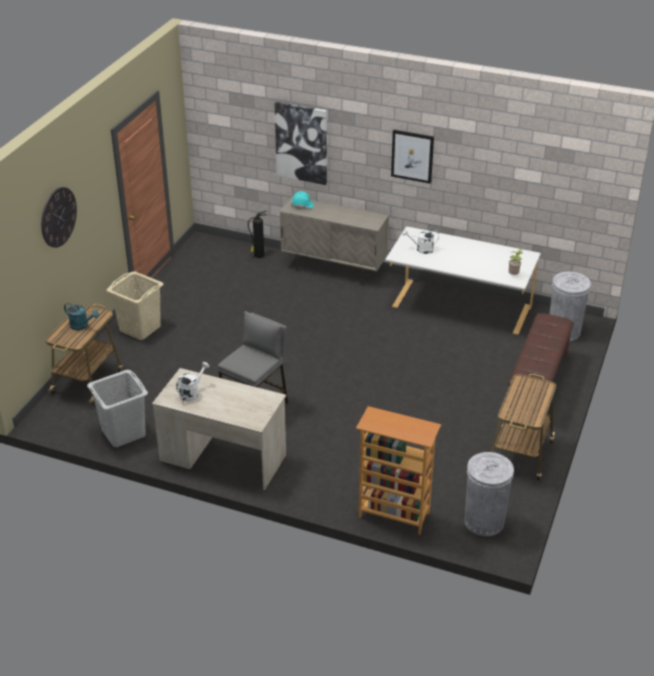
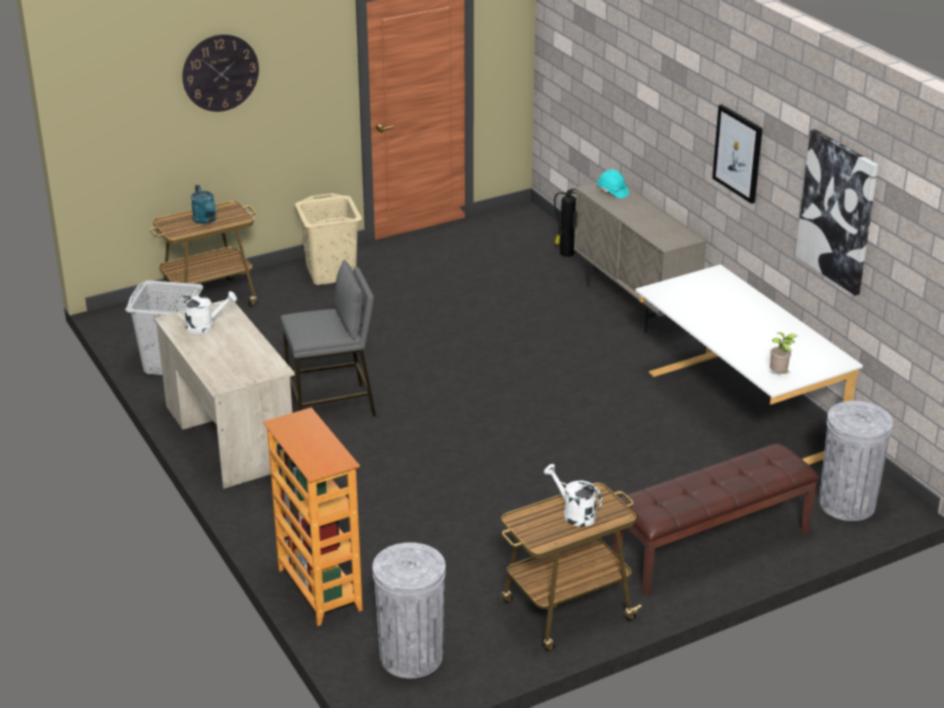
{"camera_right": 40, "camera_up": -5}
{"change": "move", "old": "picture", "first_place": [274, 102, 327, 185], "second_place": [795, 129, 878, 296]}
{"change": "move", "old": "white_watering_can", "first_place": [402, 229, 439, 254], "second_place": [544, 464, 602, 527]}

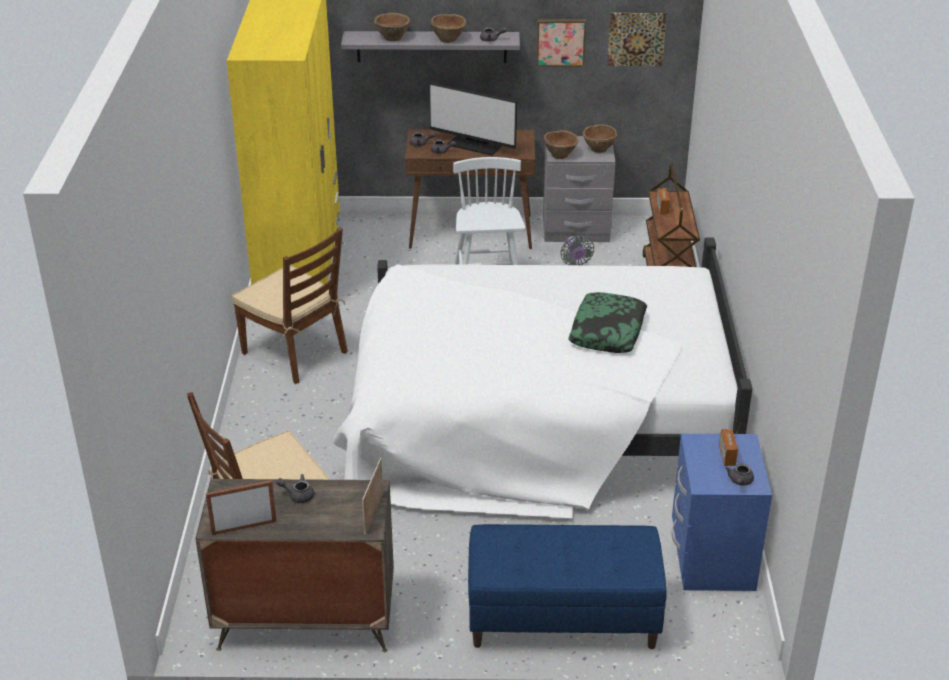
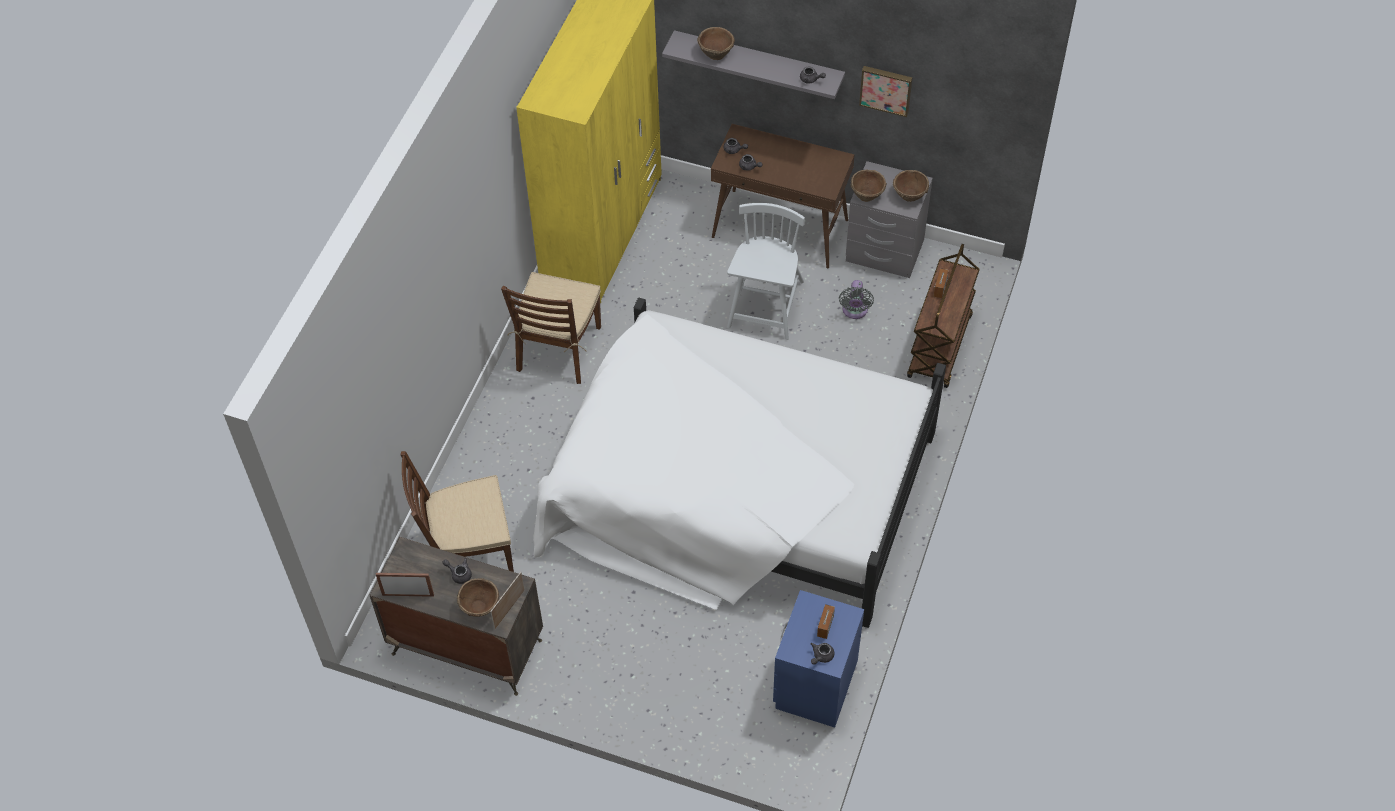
{"camera_right": 20, "camera_up": 20}
{"change": "rotate", "old": "brown_chair", "first_place": [232, 227, 348, 384], "second_place": [501, 272, 601, 384], "degrees": 45}
{"change": "delete", "old": "monitor", "first_place": [429, 83, 517, 156]}
{"change": "move", "old": "brown_bowl", "first_place": [430, 14, 467, 43], "second_place": [457, 578, 499, 617]}
{"change": "delete", "old": "blue_bench", "first_place": [468, 524, 667, 649]}
{"change": "delete", "old": "pillow", "first_place": [568, 292, 647, 353]}
{"change": "delete", "old": "picture", "first_place": [607, 13, 667, 66]}

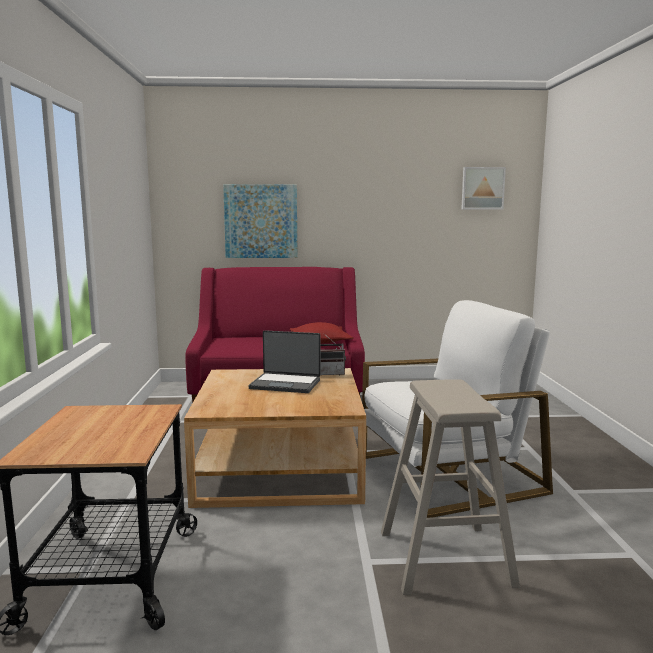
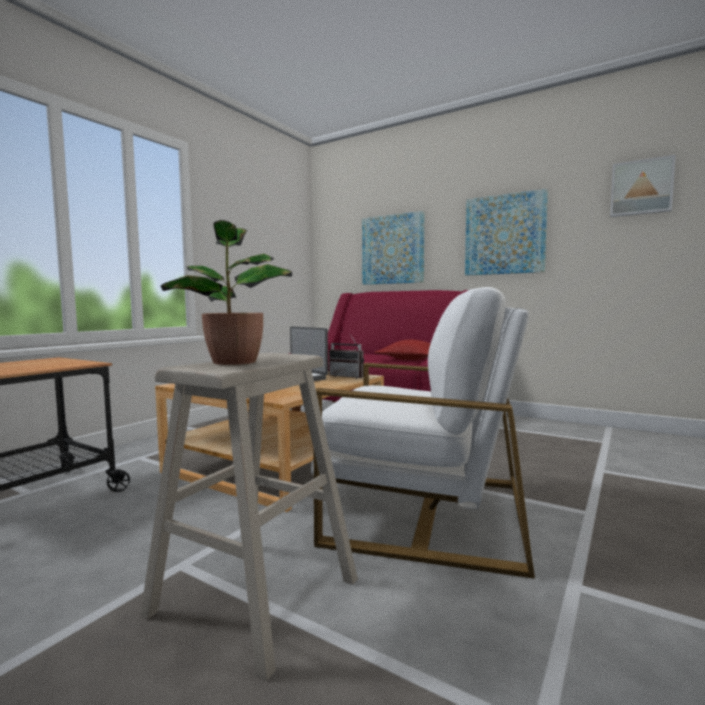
{"camera_right": 35, "camera_up": -5}
{"change": "insert", "new": "potted_plant", "second_place": [161, 220, 292, 365]}
{"change": "insert", "new": "picture", "second_place": [465, 189, 548, 276]}

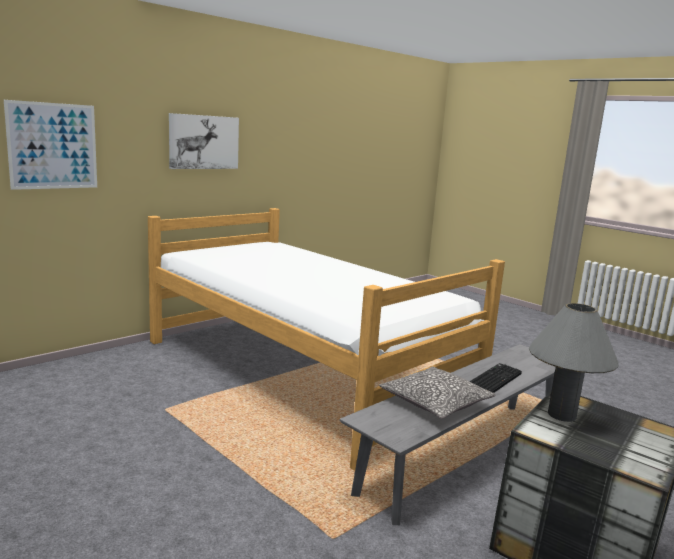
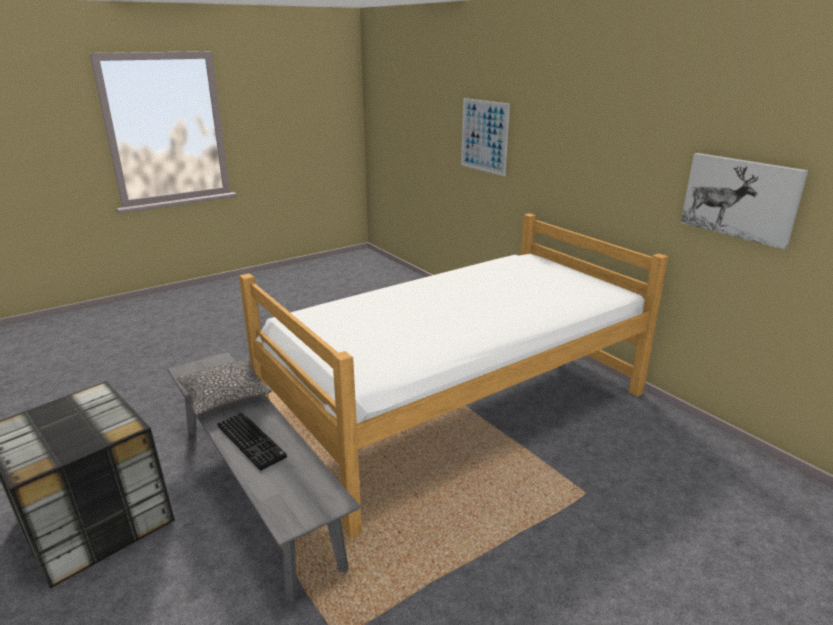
{"camera_right": 100, "camera_up": 10}
{"change": "move", "old": "picture", "first_place": [169, 113, 239, 169], "second_place": [681, 153, 808, 249]}
{"change": "delete", "old": "grey_table_lamp", "first_place": [529, 303, 618, 422]}

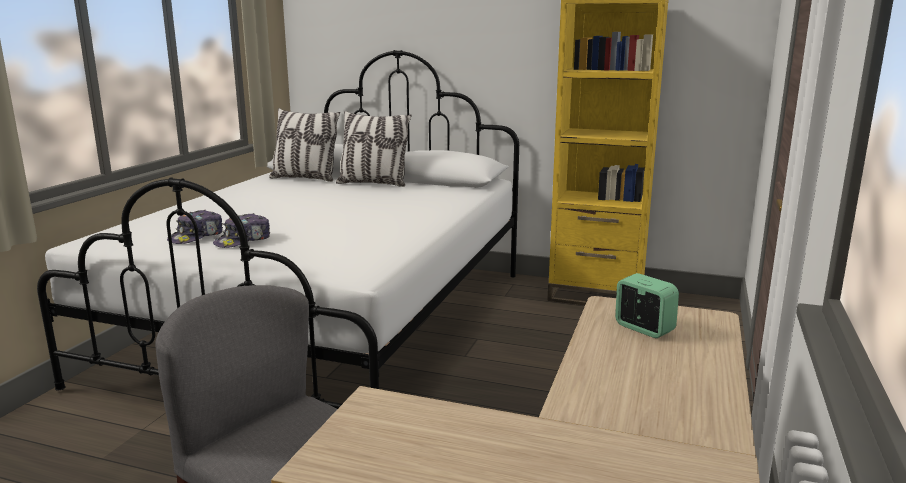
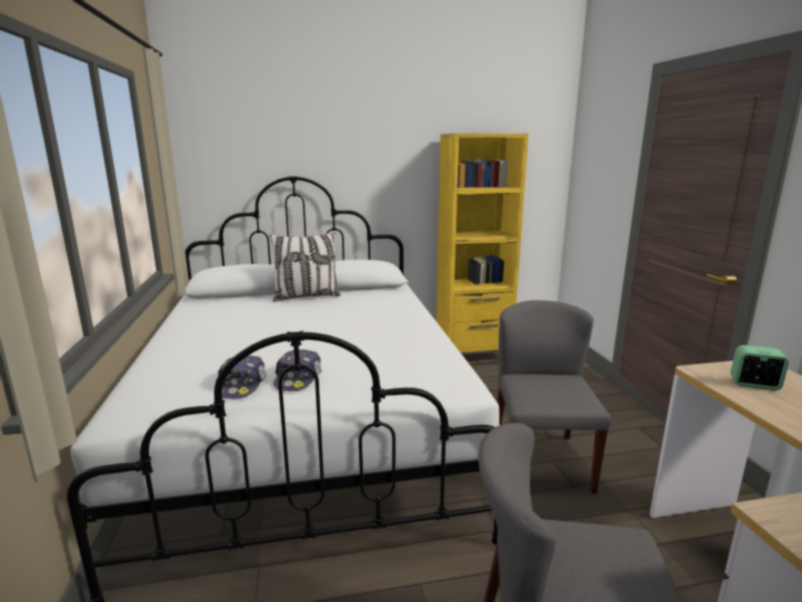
{"camera_right": -30, "camera_up": 0}
{"change": "delete", "old": "pillow", "first_place": [269, 108, 340, 182]}
{"change": "insert", "new": "grey_chair", "second_place": [497, 300, 611, 494]}

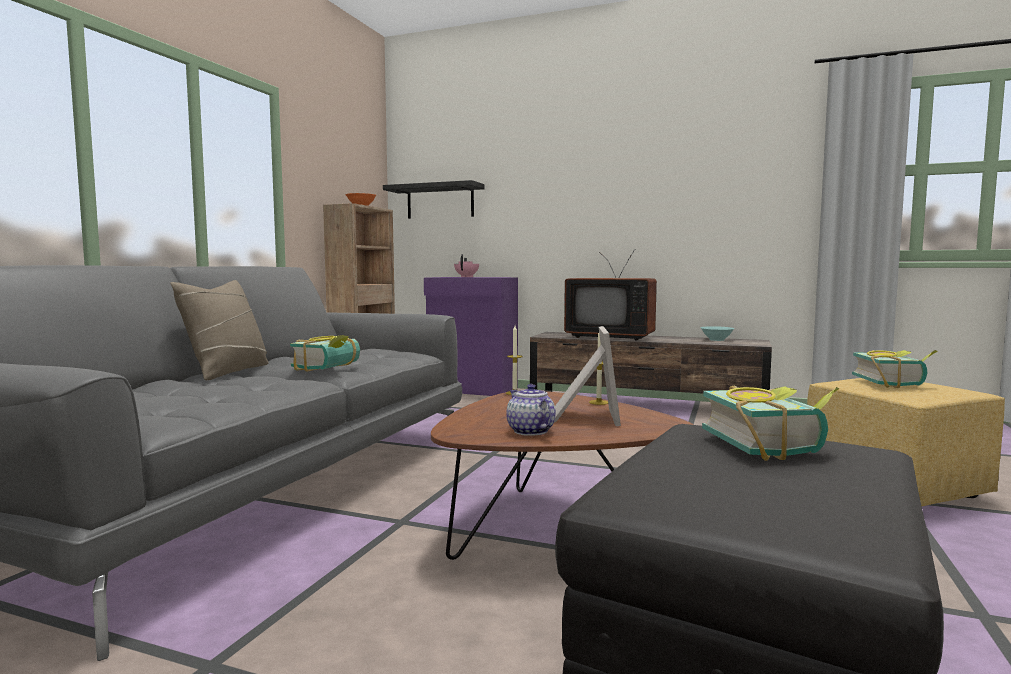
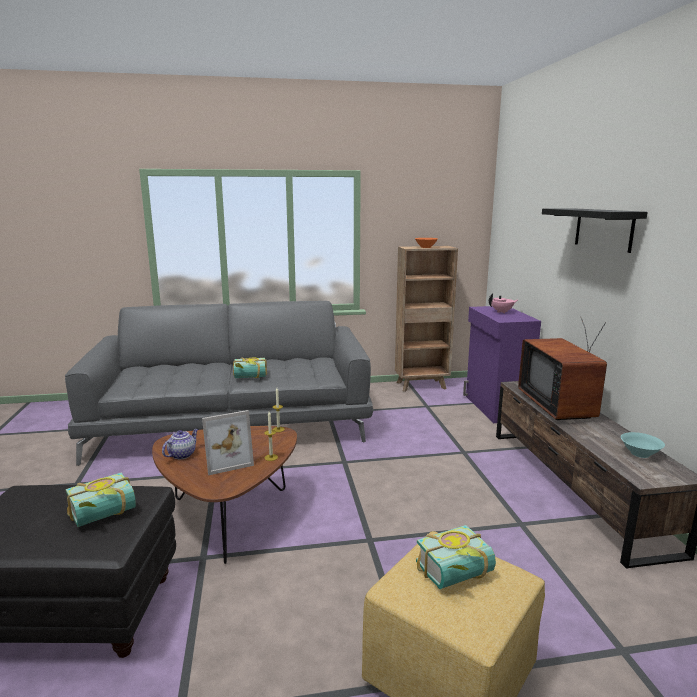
{"camera_right": 60, "camera_up": 10}
{"change": "delete", "old": "beige_pillow", "first_place": [170, 280, 268, 380]}
{"change": "move", "old": "black_shelf", "first_place": [383, 180, 485, 219], "second_place": [542, 208, 648, 253]}

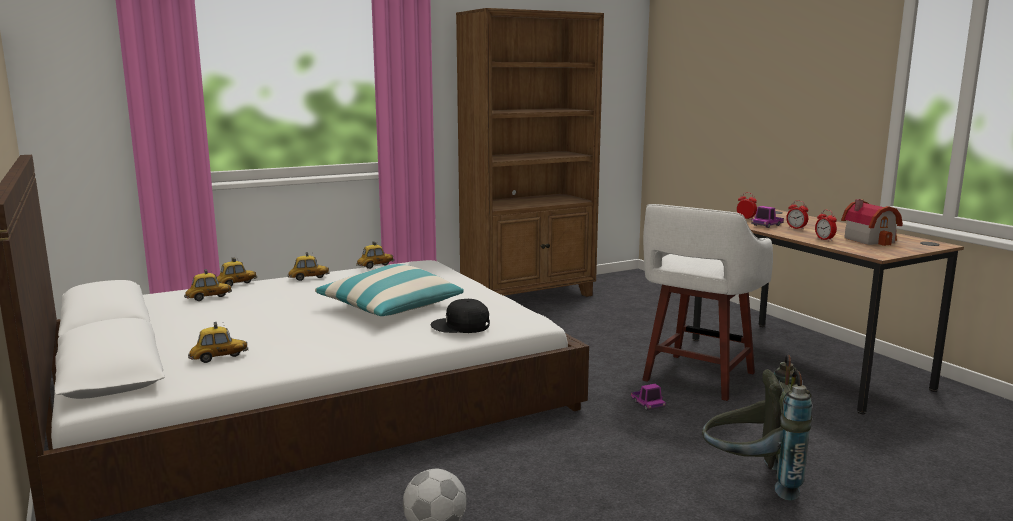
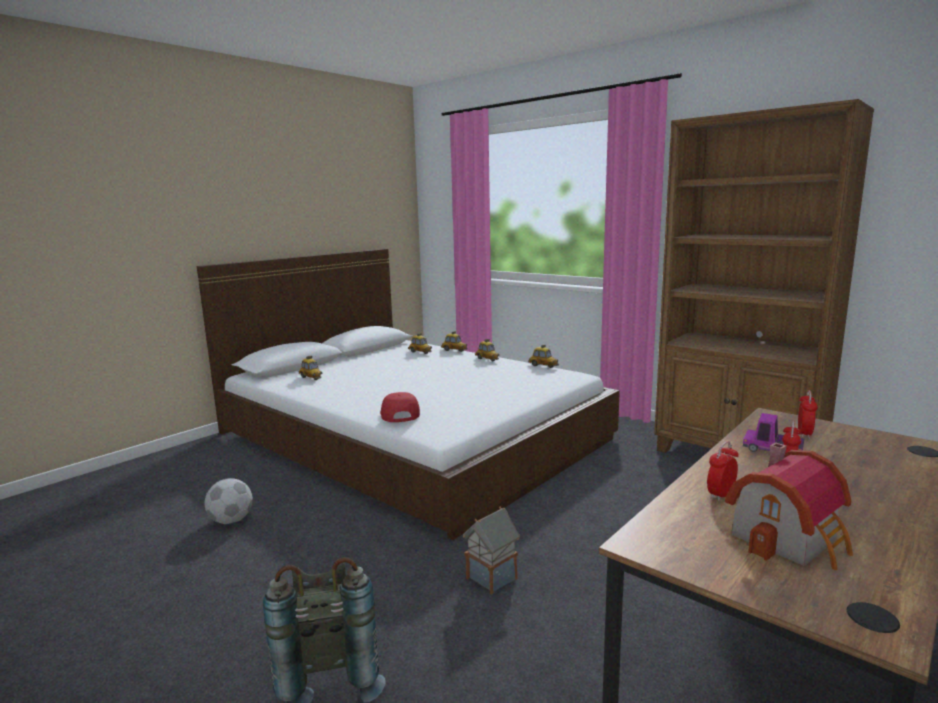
{"camera_right": 70, "camera_up": 0}
{"change": "delete", "old": "pillow", "first_place": [315, 264, 464, 316]}
{"change": "recolor", "old": "black_cap", "new": "red_cap", "first_place": [431, 299, 490, 333], "second_place": [380, 392, 420, 422]}
{"change": "replace", "old": "toy_truck", "new": "toy_house", "first_place": [631, 384, 665, 410], "second_place": [463, 507, 520, 595]}
{"change": "delete", "old": "white_stool", "first_place": [642, 204, 773, 401]}

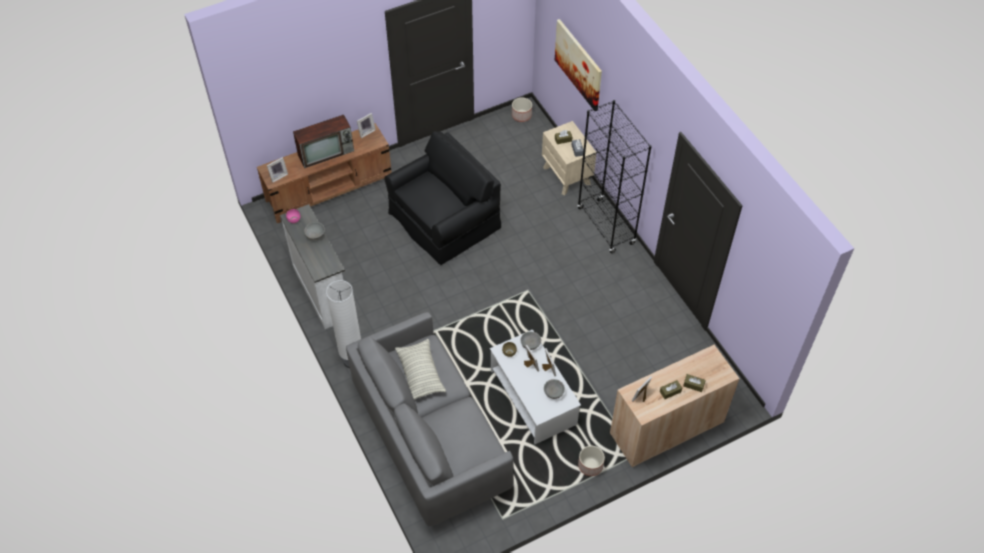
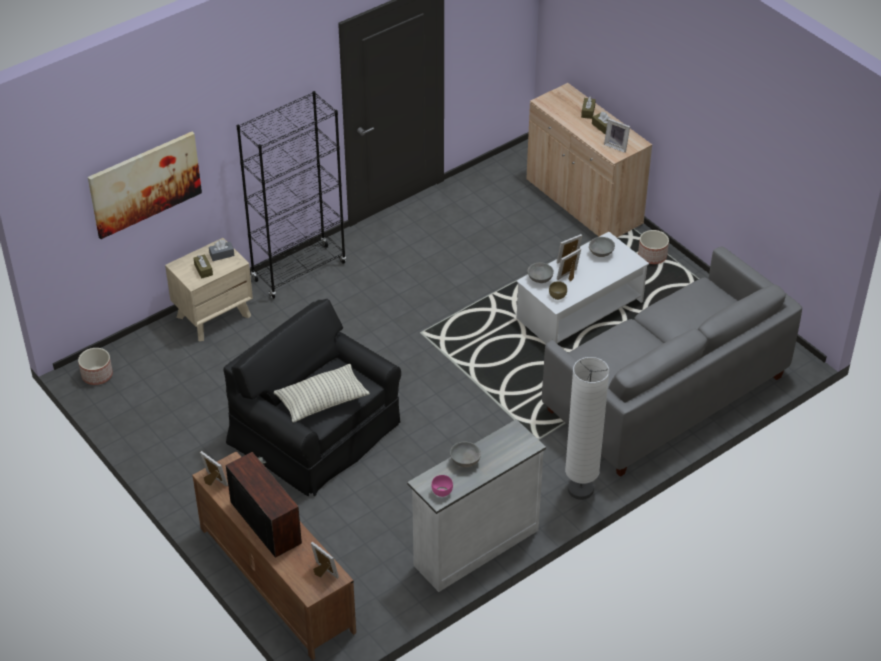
{"camera_right": -100, "camera_up": -10}
{"change": "move", "old": "pillow", "first_place": [395, 339, 446, 400], "second_place": [274, 364, 370, 423]}

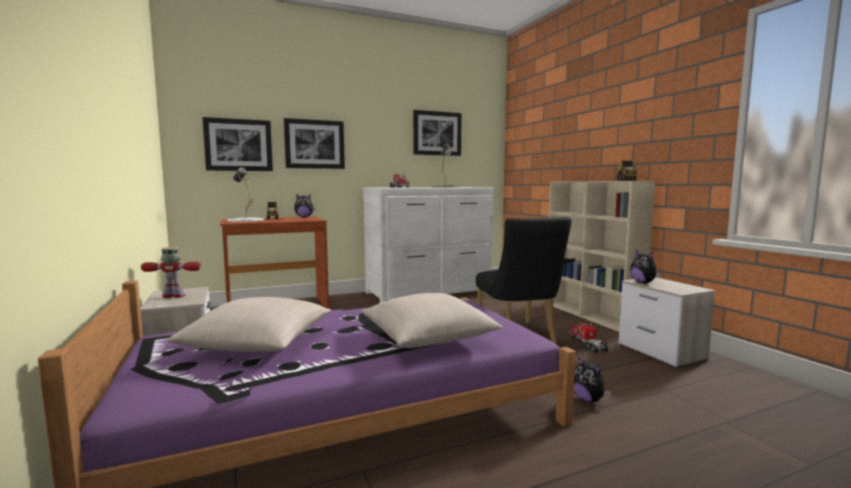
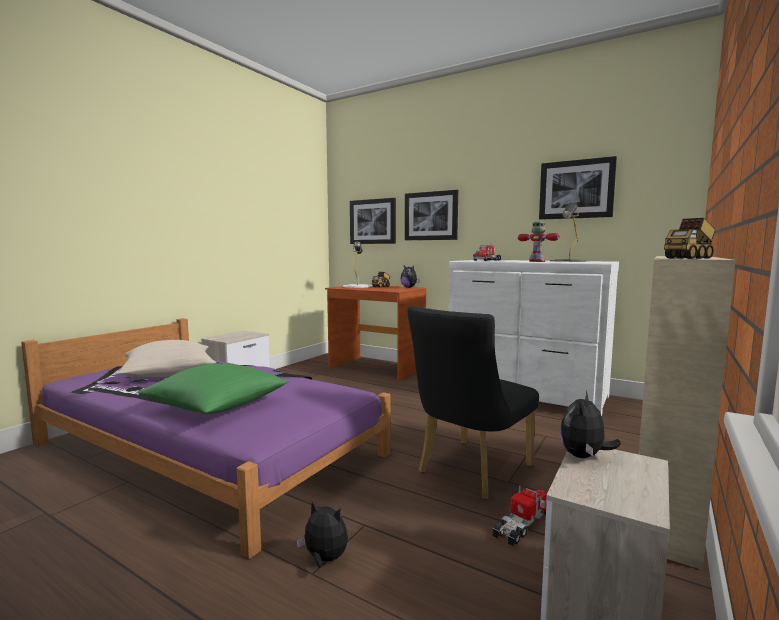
{"camera_right": 55, "camera_up": 0}
{"change": "move", "old": "toy_robot", "first_place": [141, 247, 201, 298], "second_place": [518, 222, 560, 262]}
{"change": "recolor", "old": "beige_pillow", "new": "green_pillow", "first_place": [362, 293, 503, 348], "second_place": [138, 363, 289, 414]}
{"change": "rotate", "old": "plush_toy", "first_place": [574, 357, 611, 403], "second_place": [296, 501, 348, 568], "degrees": 90}

